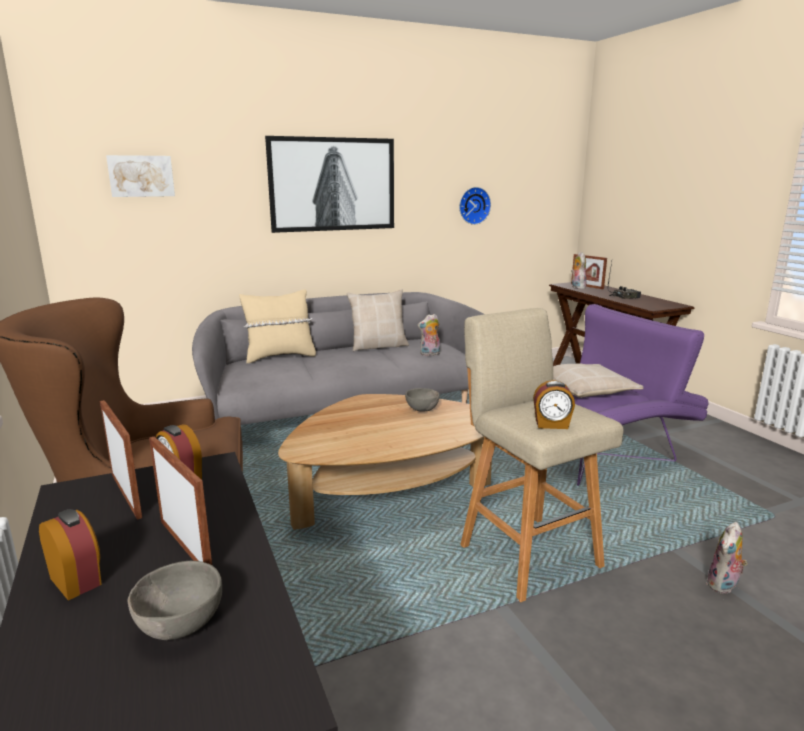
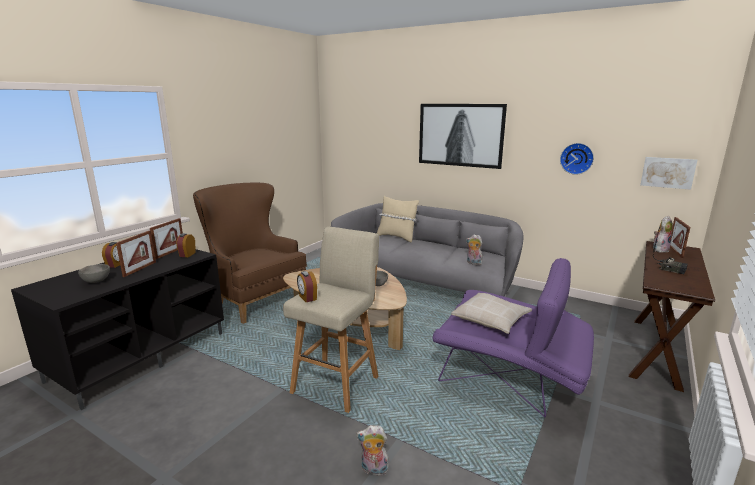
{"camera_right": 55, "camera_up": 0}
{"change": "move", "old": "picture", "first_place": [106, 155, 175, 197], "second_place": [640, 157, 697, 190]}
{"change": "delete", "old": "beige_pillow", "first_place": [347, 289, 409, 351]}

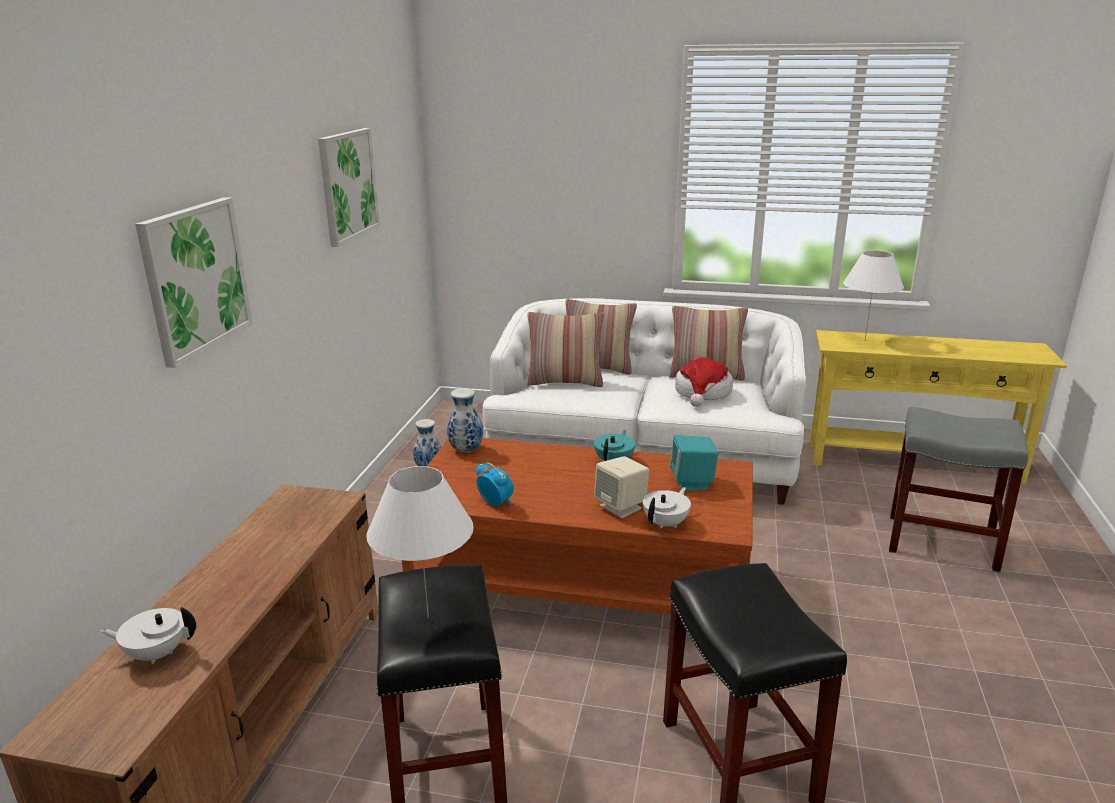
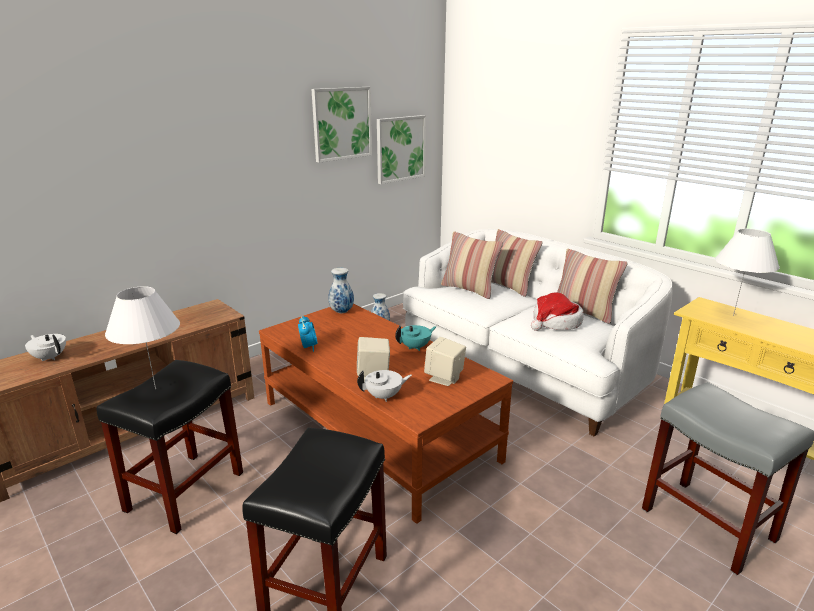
{"camera_right": 35, "camera_up": 0}
{"change": "move", "old": "picture", "first_place": [135, 197, 253, 368], "second_place": [377, 115, 426, 184]}
{"change": "recolor", "old": "turquoise_speaker", "new": "beige_speaker", "first_place": [670, 435, 718, 491], "second_place": [424, 337, 466, 386]}

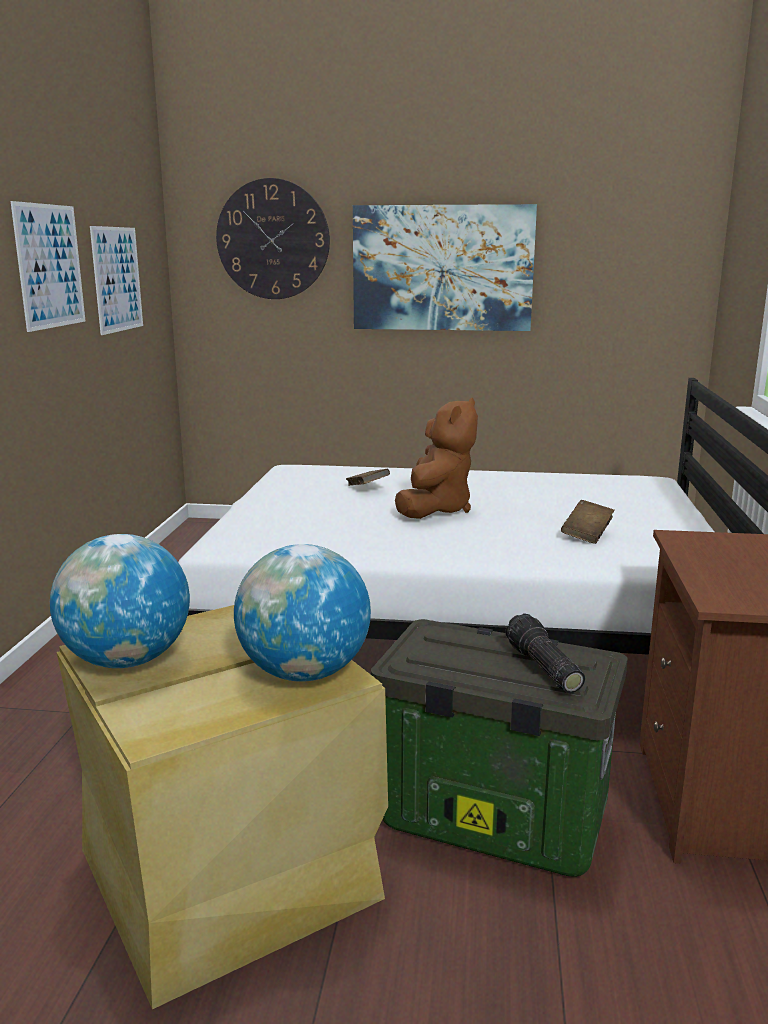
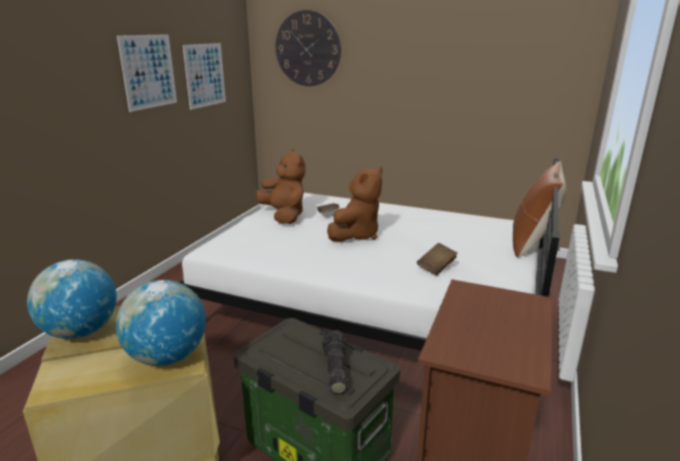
{"camera_right": 15, "camera_up": 5}
{"change": "delete", "old": "picture", "first_place": [353, 204, 537, 331]}
{"change": "insert", "new": "brown_plush_toy", "second_place": [255, 149, 305, 224]}
{"change": "insert", "new": "brown_pillow", "second_place": [513, 161, 566, 258]}

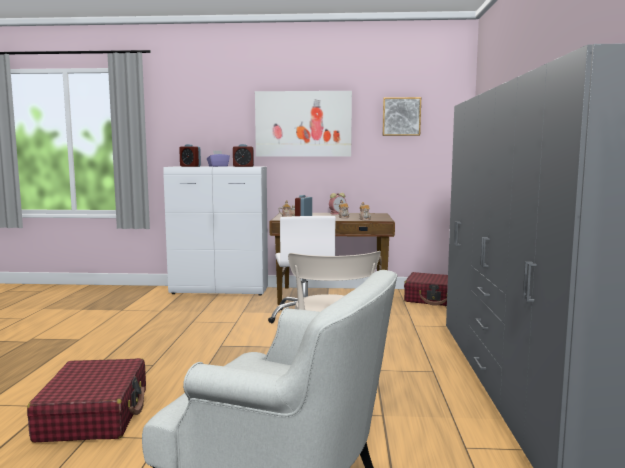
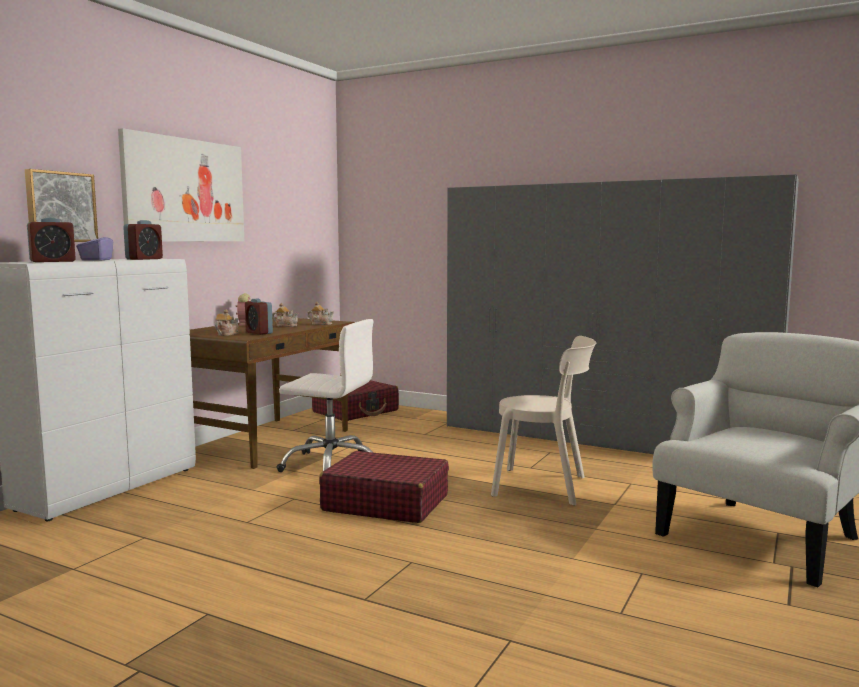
{"camera_right": -65, "camera_up": 0}
{"change": "move", "old": "red_suitcase", "first_place": [27, 358, 146, 442], "second_place": [319, 451, 449, 523]}
{"change": "move", "old": "picture", "first_place": [382, 97, 421, 136], "second_place": [25, 169, 98, 242]}

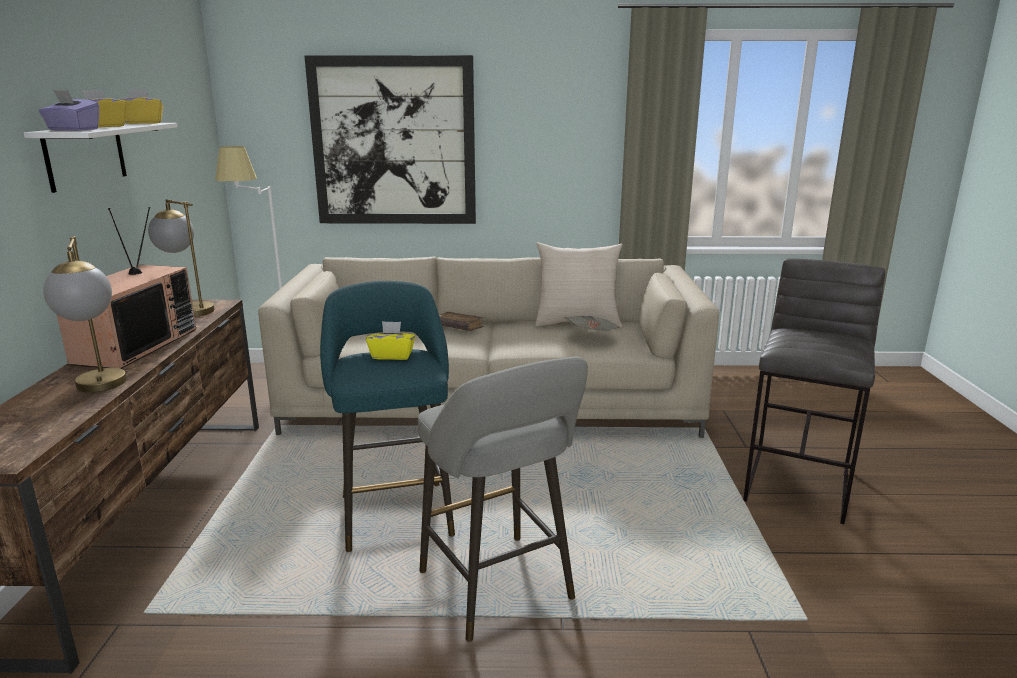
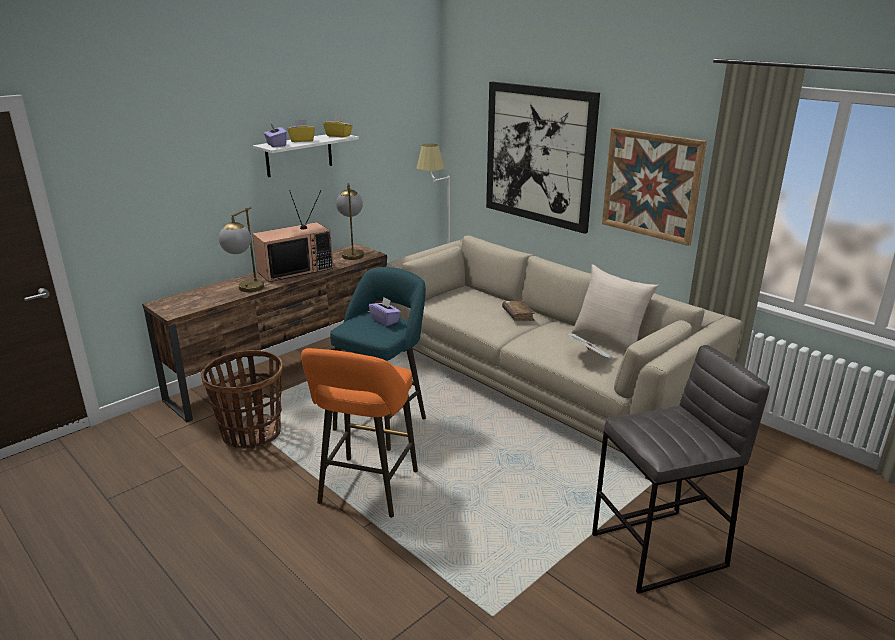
{"camera_right": 45, "camera_up": 5}
{"change": "recolor", "old": "yellow_tissue_box", "new": "purple_tissue_box", "first_place": [366, 321, 416, 360], "second_place": [369, 297, 401, 326]}
{"change": "recolor", "old": "grey_stool", "new": "orange_stool", "first_place": [418, 356, 588, 642], "second_place": [301, 348, 418, 518]}
{"change": "insert", "new": "basket", "second_place": [201, 350, 283, 449]}
{"change": "insert", "new": "picture", "second_place": [602, 128, 707, 246]}

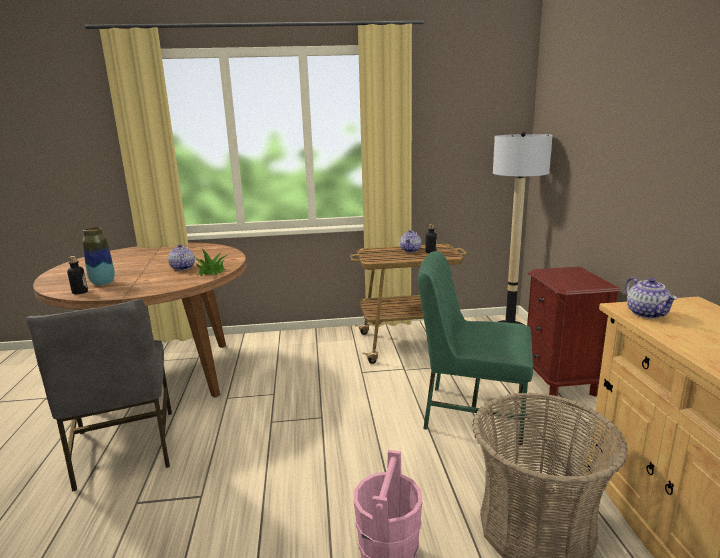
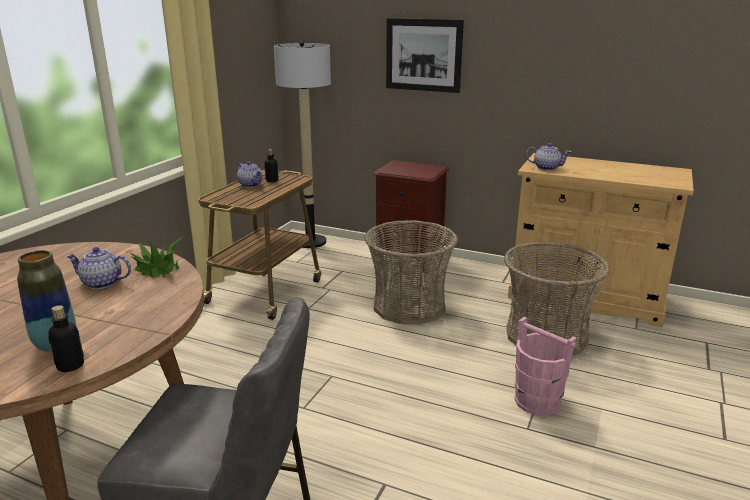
{"camera_right": -60, "camera_up": 5}
{"change": "replace", "old": "green_chair", "new": "basket", "first_place": [418, 251, 533, 447], "second_place": [365, 220, 458, 324]}
{"change": "insert", "new": "picture", "second_place": [386, 18, 464, 93]}

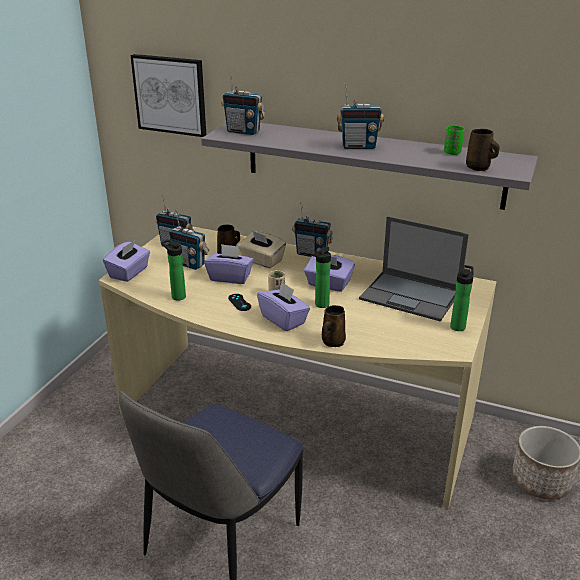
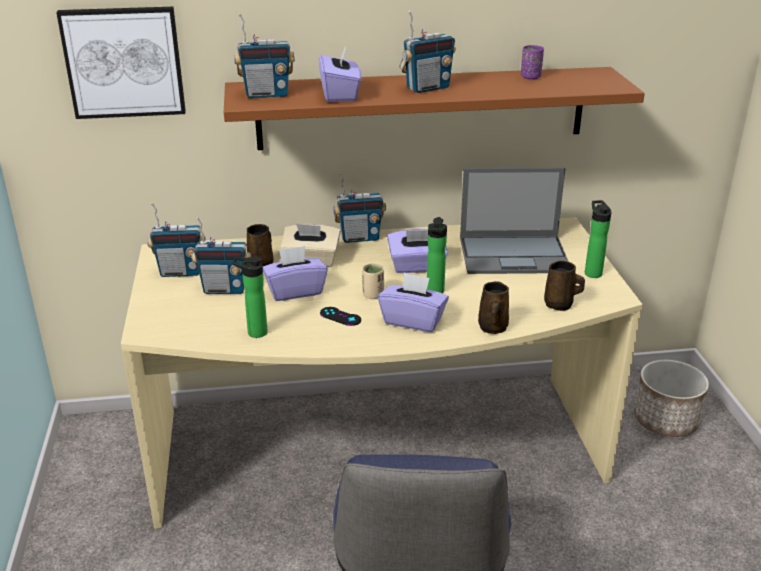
{"camera_right": -30, "camera_up": 0}
{"change": "move", "old": "purple_tissue_box", "first_place": [103, 240, 150, 282], "second_place": [319, 47, 361, 102]}
{"change": "recolor", "old": "grey_shelf", "new": "brown_shelf", "first_place": [201, 123, 538, 210], "second_place": [224, 67, 645, 150]}
{"change": "recolor", "old": "green_cup", "new": "purple_cup", "first_place": [444, 126, 464, 155], "second_place": [521, 45, 544, 80]}
{"change": "move", "old": "brown_mug", "first_place": [466, 129, 500, 171], "second_place": [544, 260, 585, 311]}

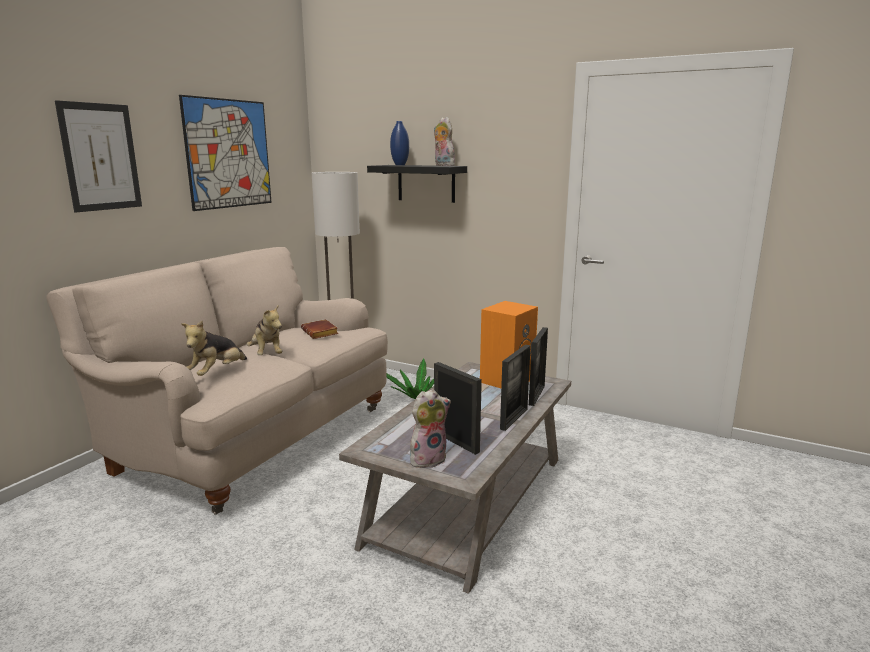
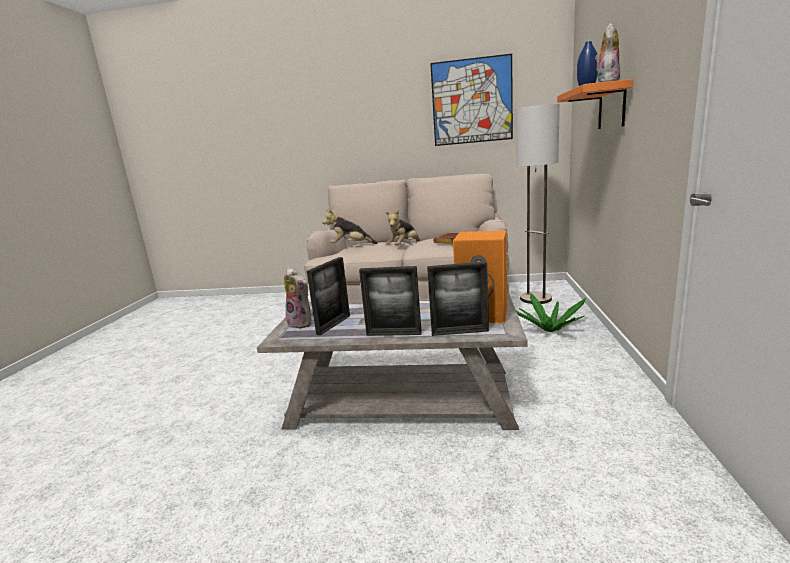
{"camera_right": 70, "camera_up": 0}
{"change": "delete", "old": "picture", "first_place": [55, 100, 142, 213]}
{"change": "recolor", "old": "black_shelf", "new": "orange_shelf", "first_place": [367, 165, 467, 203], "second_place": [557, 79, 633, 129]}

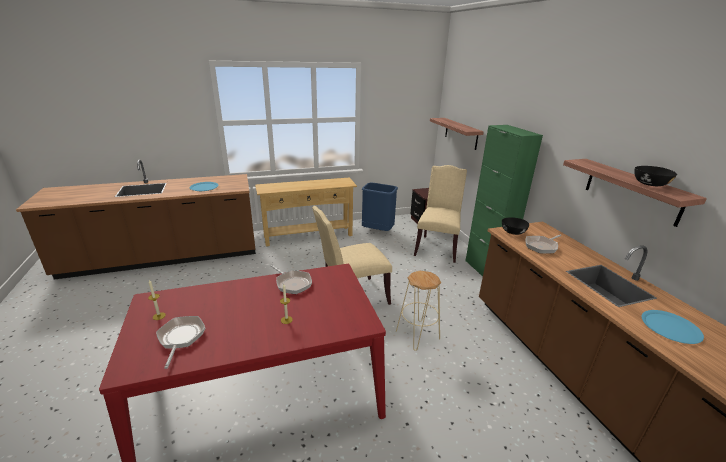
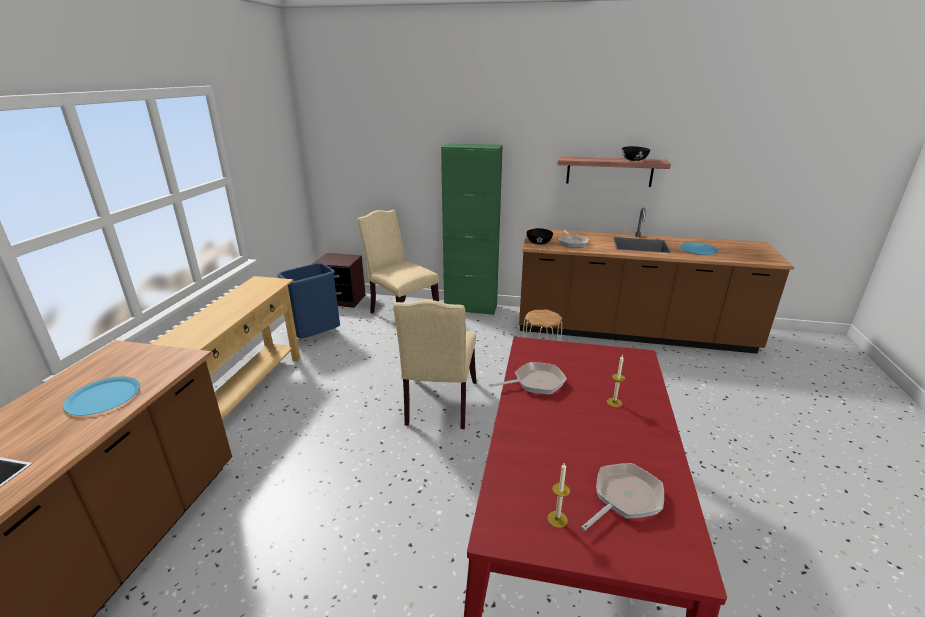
{"camera_right": -60, "camera_up": 0}
{"change": "rotate", "old": "frying_pan", "first_place": [156, 316, 205, 369], "second_place": [581, 463, 664, 531], "degrees": 120}
{"change": "delete", "old": "shelf", "first_place": [430, 118, 484, 150]}

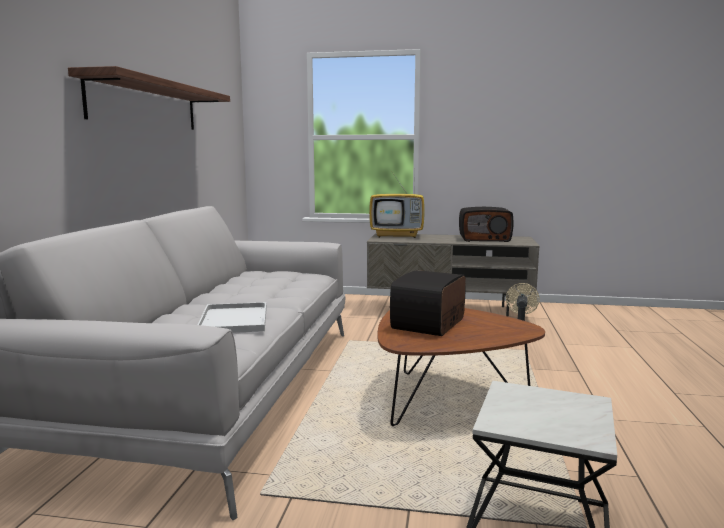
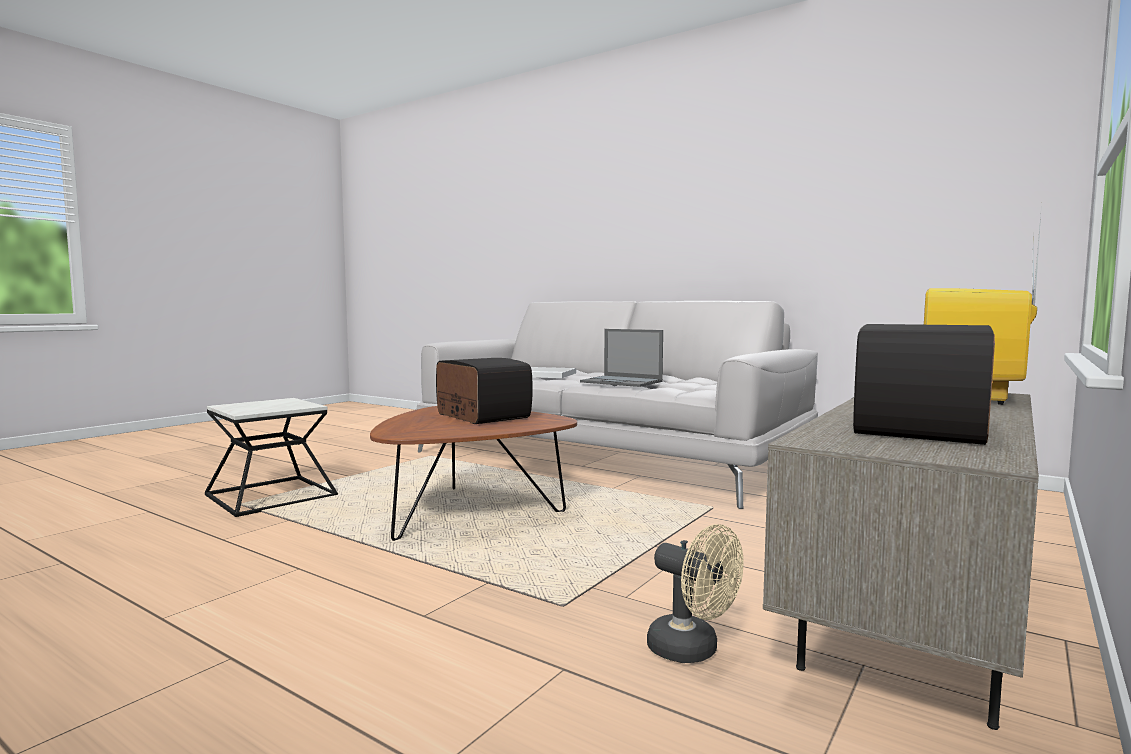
{"camera_right": 115, "camera_up": -5}
{"change": "delete", "old": "shelf", "first_place": [68, 66, 230, 130]}
{"change": "insert", "new": "laptop", "second_place": [580, 329, 663, 387]}

